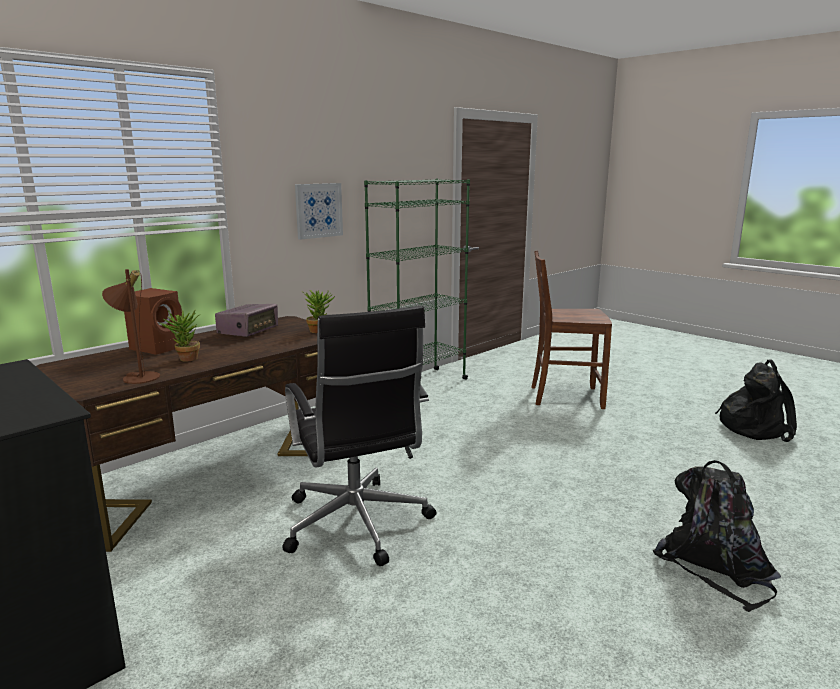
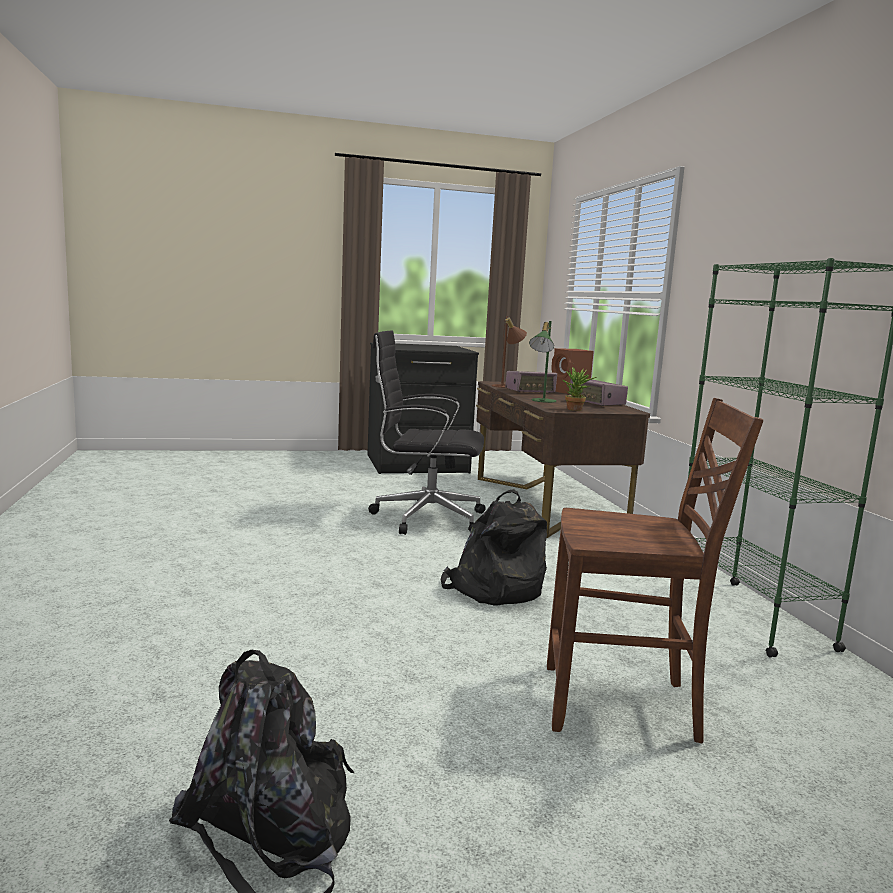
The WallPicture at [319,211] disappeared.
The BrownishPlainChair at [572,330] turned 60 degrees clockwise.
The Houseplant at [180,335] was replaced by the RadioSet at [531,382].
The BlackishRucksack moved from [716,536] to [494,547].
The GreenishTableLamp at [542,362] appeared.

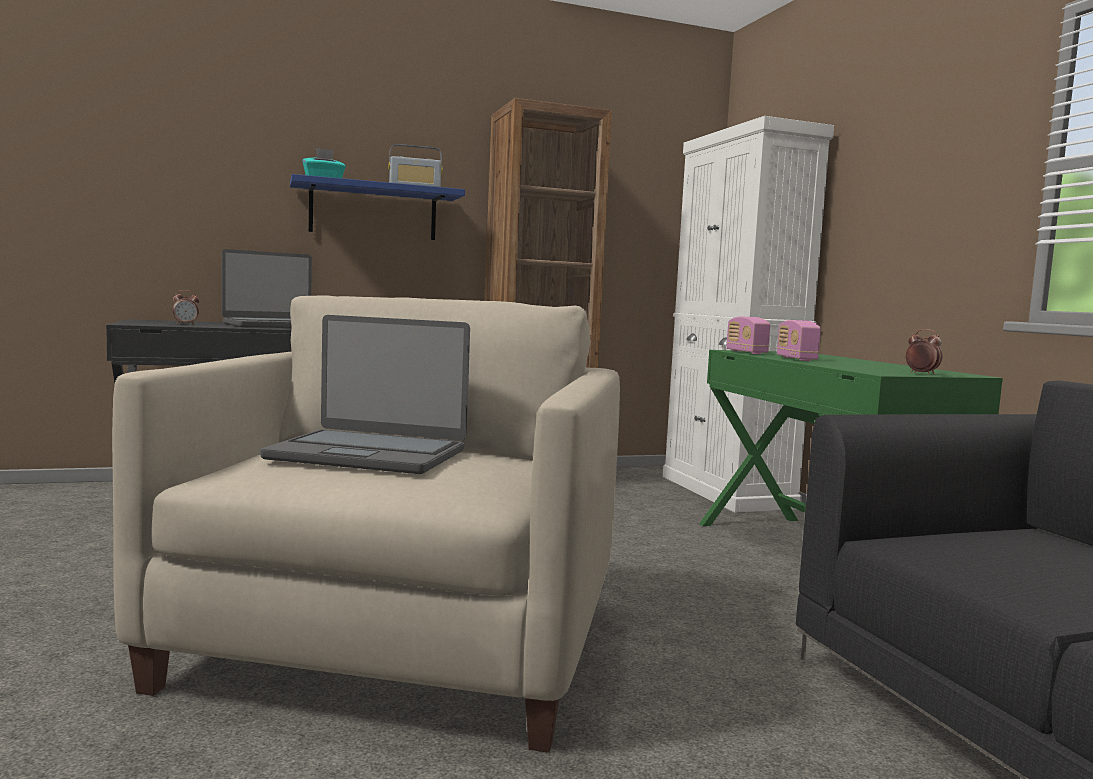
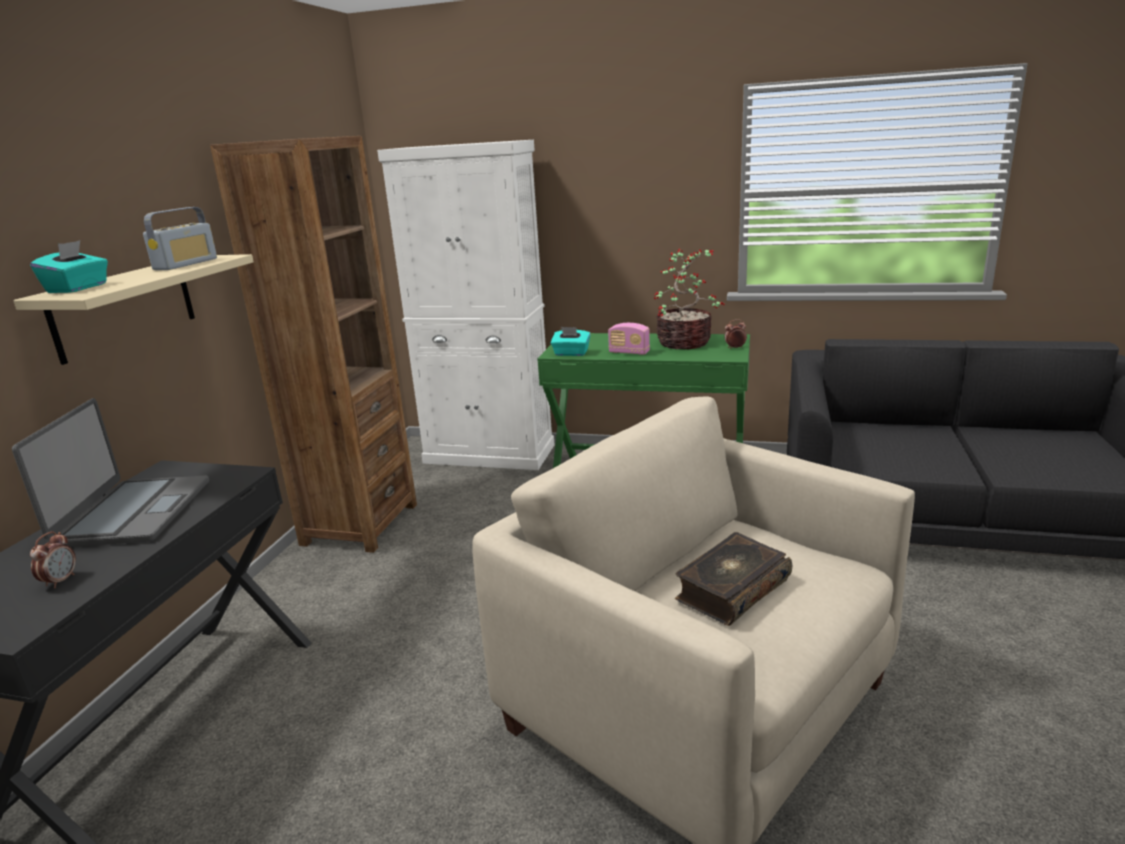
The BluishWallShelf at [377,207] became the SandColouredWallShelf at [133,309].
The PortableComputer at [365,394] was replaced by the Book at [733,579].
The RadioSet at [748,335] was replaced by the TurquoiseBoxOfTissues at [571,341].
The Houseplant at [689,299] appeared.

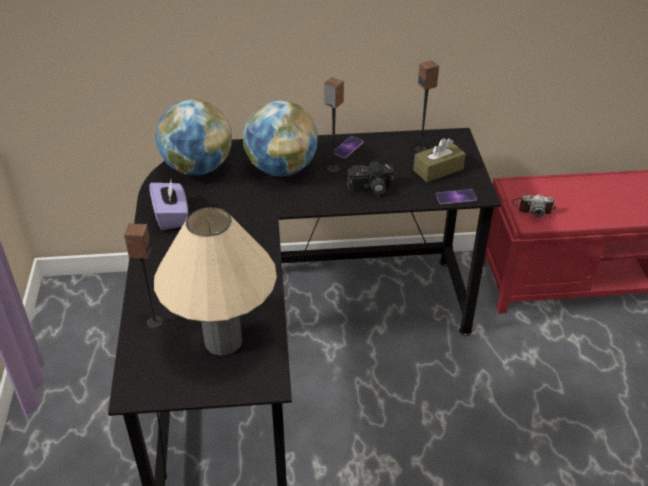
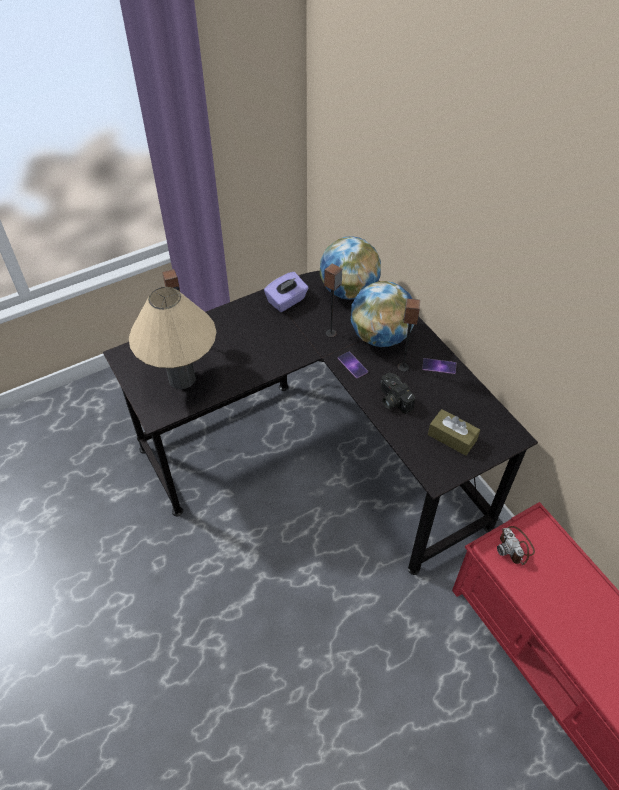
The Loudspeaker moved from [427,106] to [333,300].
The Phone moved from [456,196] to [353,364].

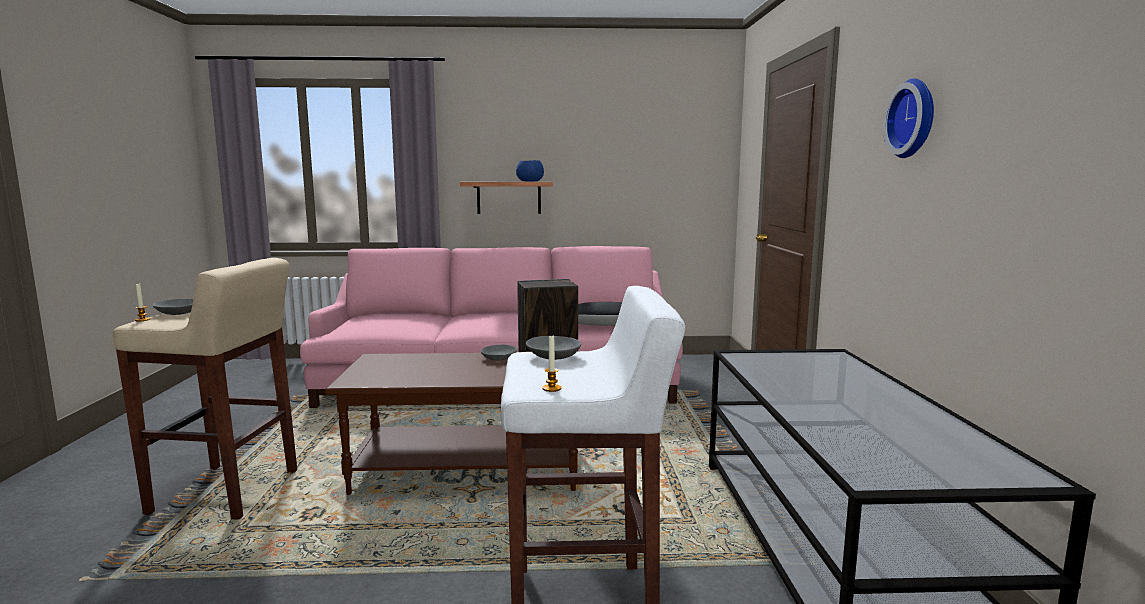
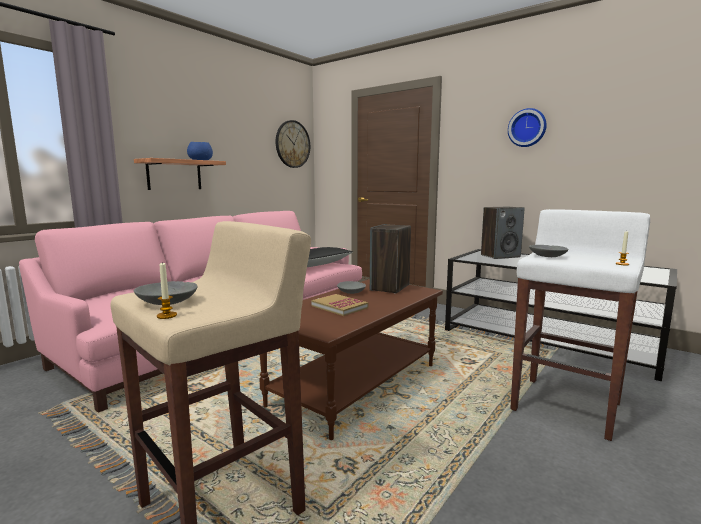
The WallClock at [293,144] appeared.
The Loudspeaker at [503,233] appeared.
The Book at [339,305] appeared.

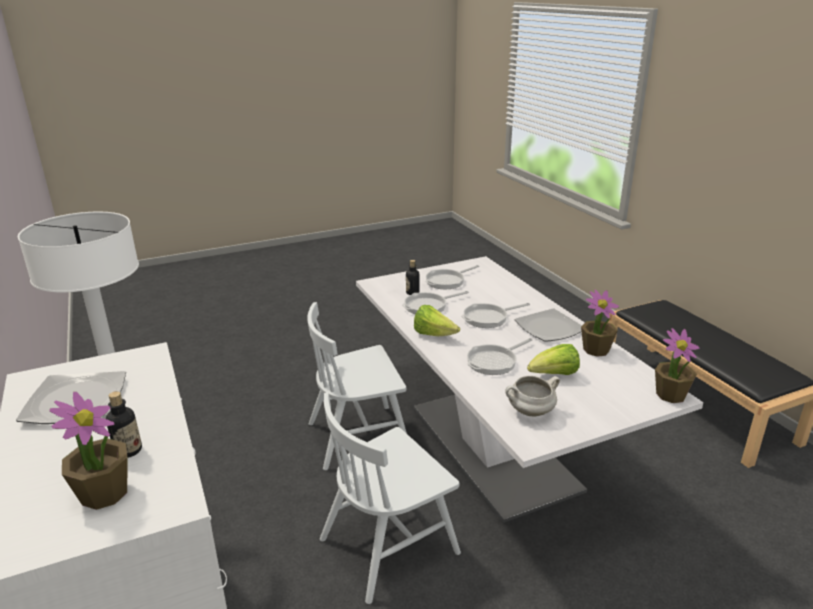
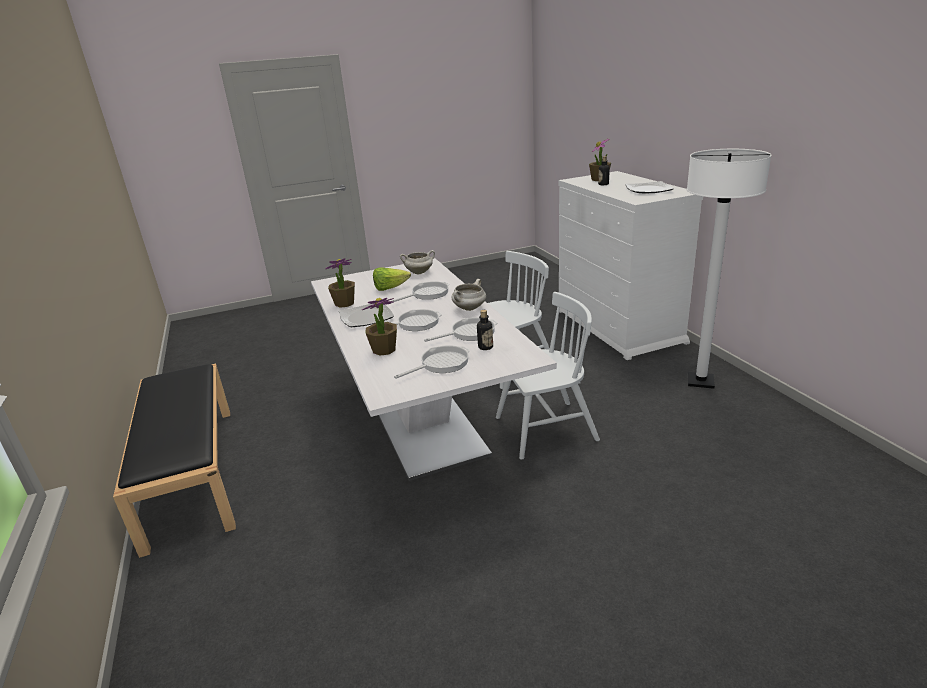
The HeadOfLettuce at [437,320] was replaced by the WhitishCookingPot at [469,295].
The Houseplant moved from [677,365] to [379,326].

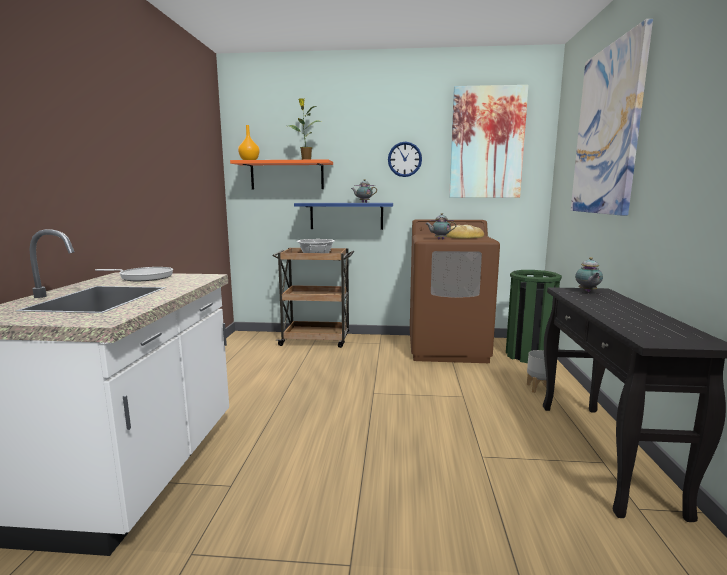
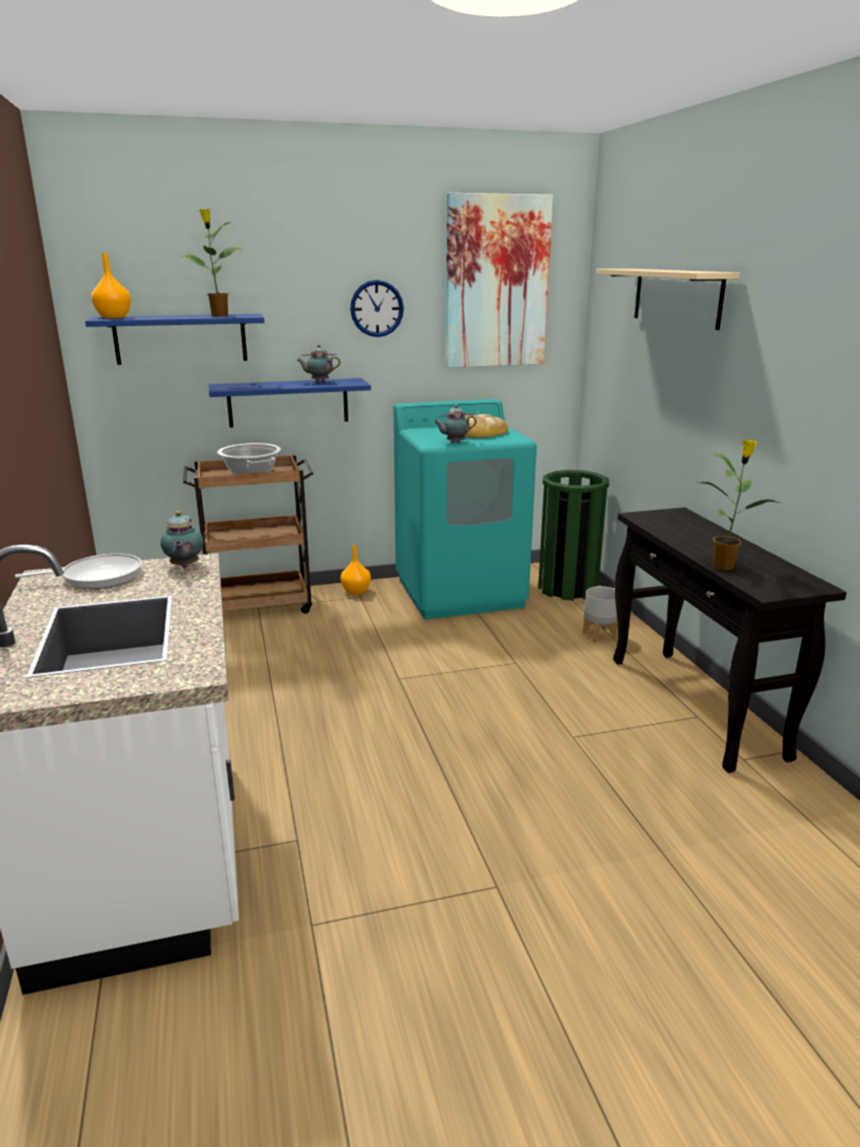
The WallPicture at [612,117] was replaced by the SandColouredWallShelf at [668,299].
The OrangeColouredWallShelf at [281,174] became the BluishWallShelf at [175,339].
The BrownishWashingMachine at [455,291] became the TurquoiseWashingMachine at [465,509].
The PotForTea moved from [589,274] to [182,539].
The Houseplant at [738,504] appeared.
The OrangeColouredFlowerVase at [355,570] appeared.

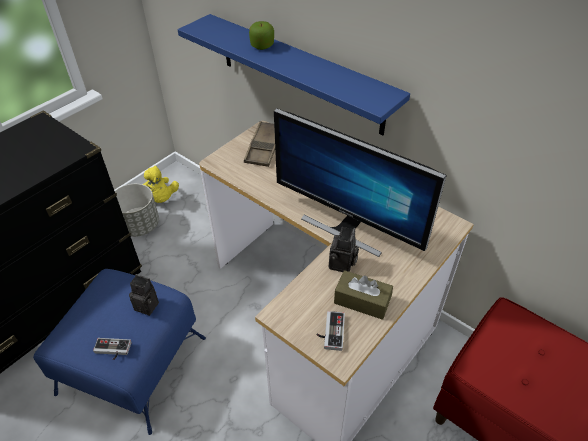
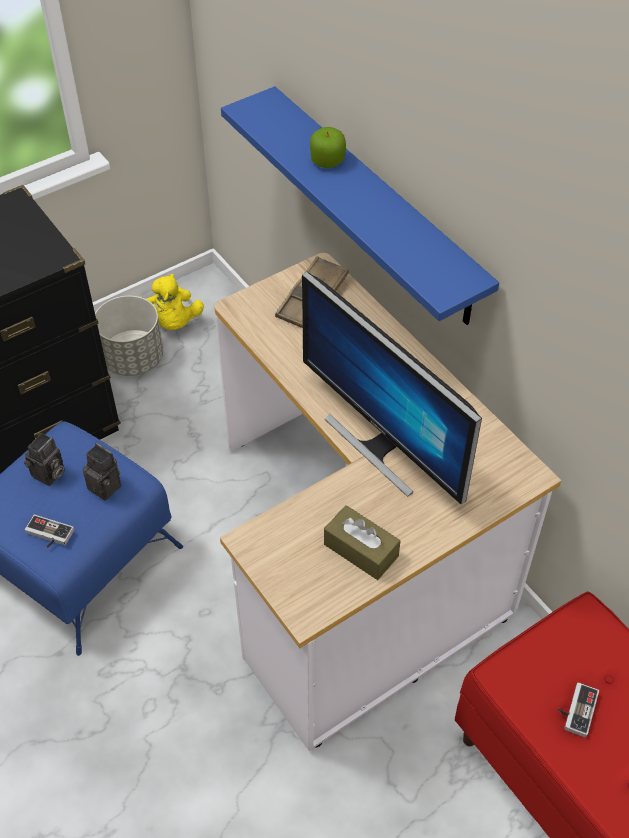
The StillCamera moved from [344,249] to [44,459].
The GameController moved from [330,331] to [578,709].

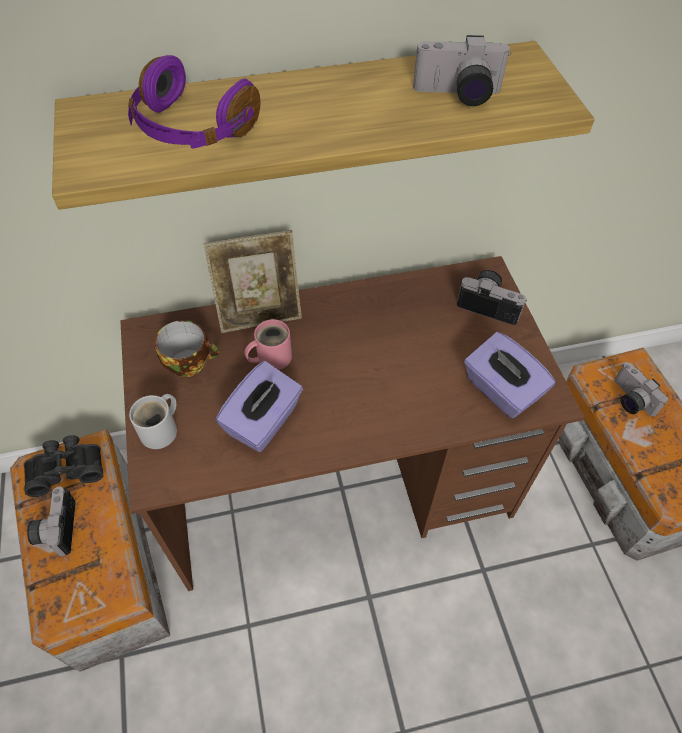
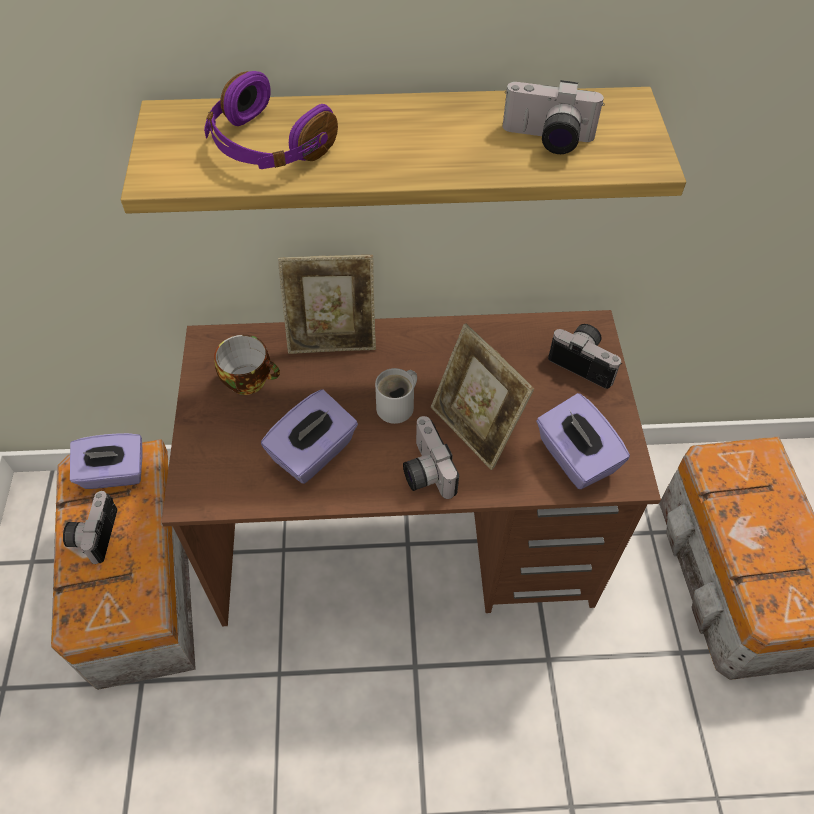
The PinkTeaMug at [268,344] disappeared.
The StillCamera moved from [641,389] to [431,457].
The WhitishTeaMug moved from [153,421] to [396,396].
The BlackishBinoculars at [63,466] was replaced by the PurpleBoxOfTissues at [106,461].
The PictureFrame at [483,396] appeared.

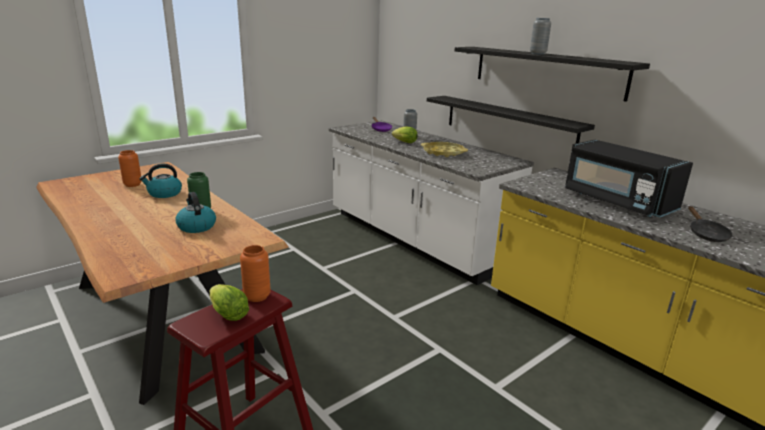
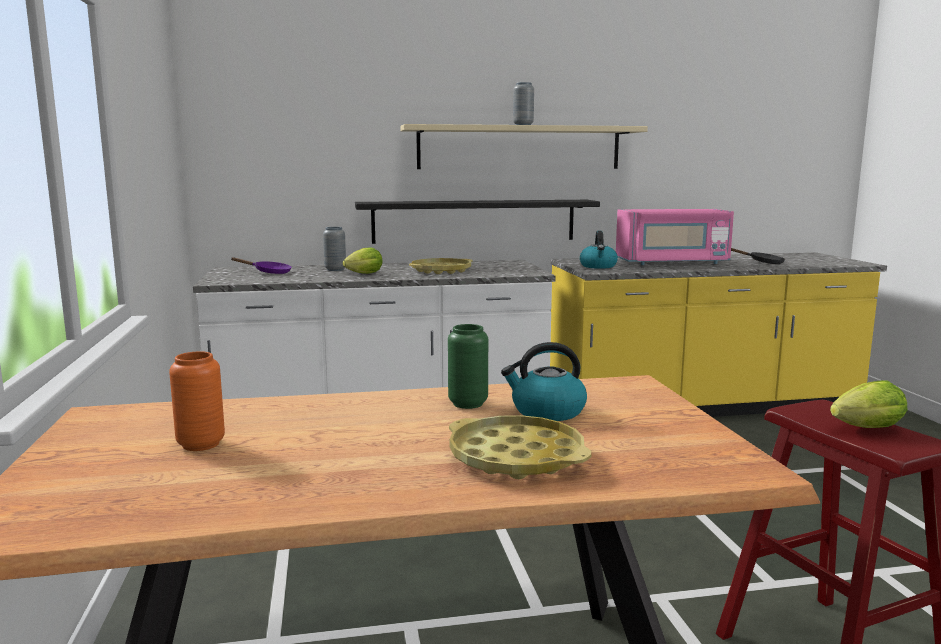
The BlackishWallShelf at [552,74] became the SandColouredWallShelf at [524,146].
The BlackishKitchenMicrowave at [629,179] became the PinkKitchenMicrowave at [675,237].
The TeaKettle moved from [160,180] to [599,250].
The OrangeColouredFlowerVase at [255,273] disappeared.
The YellowishServingTray at [520,447] appeared.

